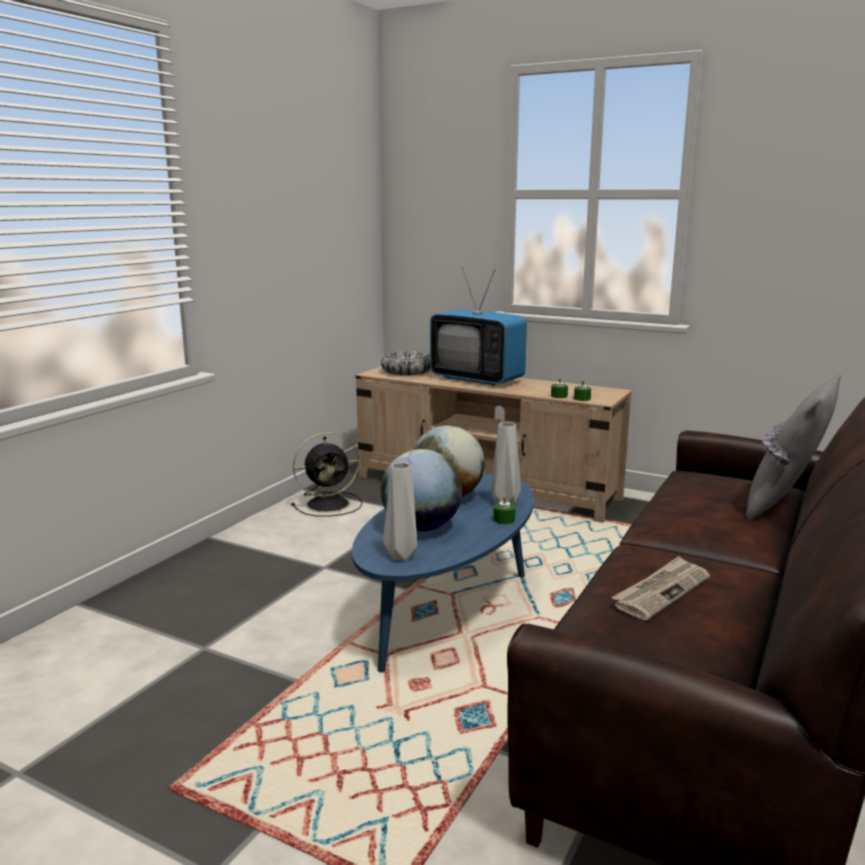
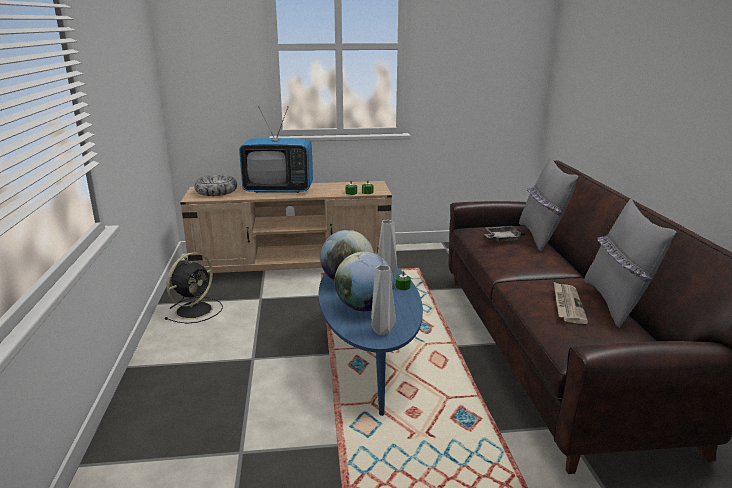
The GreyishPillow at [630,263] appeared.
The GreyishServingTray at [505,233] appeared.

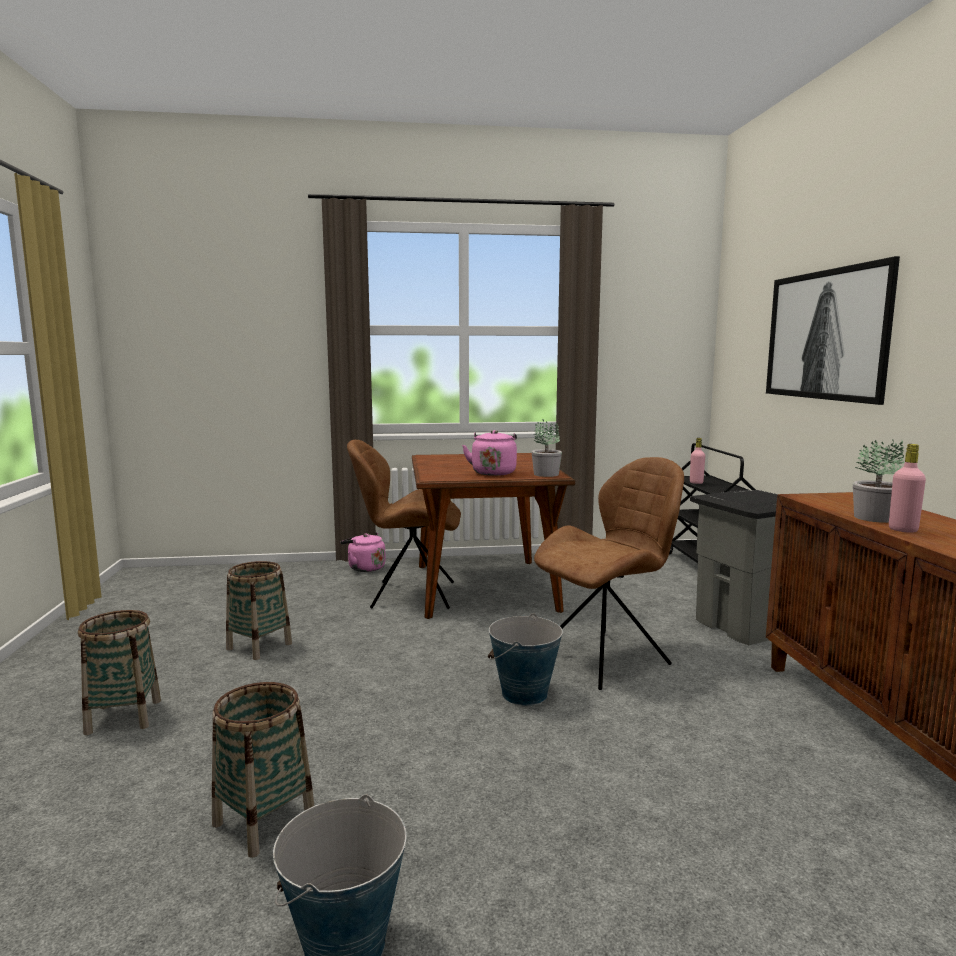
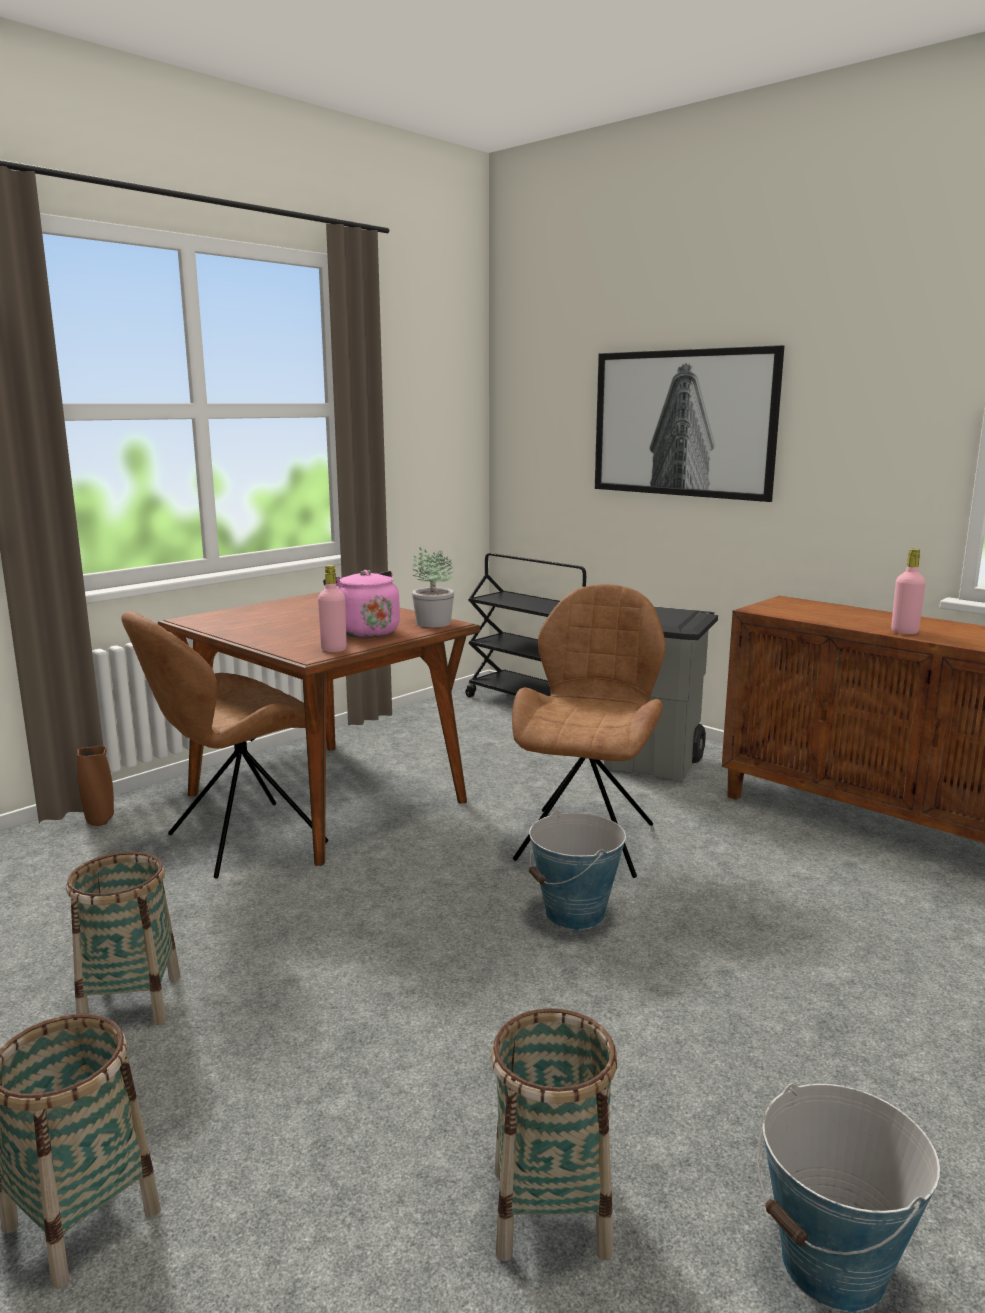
The PinkDrinkBottle moved from [697,461] to [332,608].
The Houseplant at [878,481] disappeared.
The PinkTeaKettle at [363,552] was replaced by the BrownishFlowerVase at [95,786].

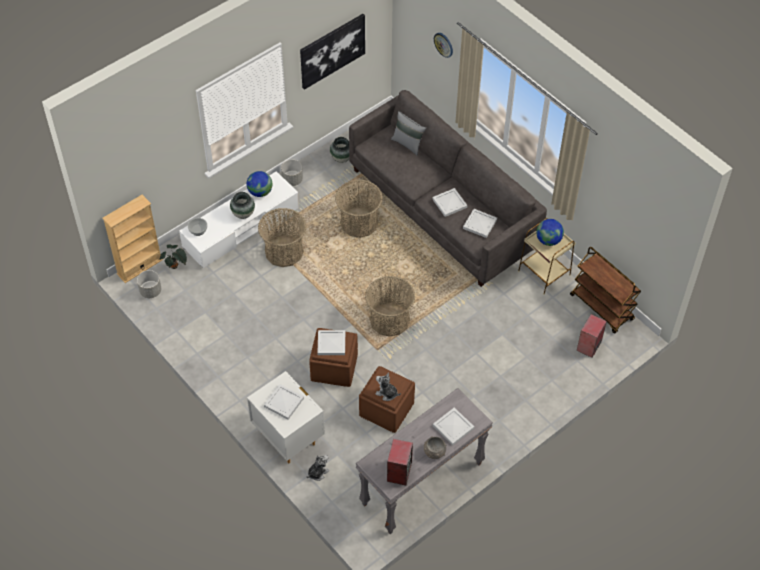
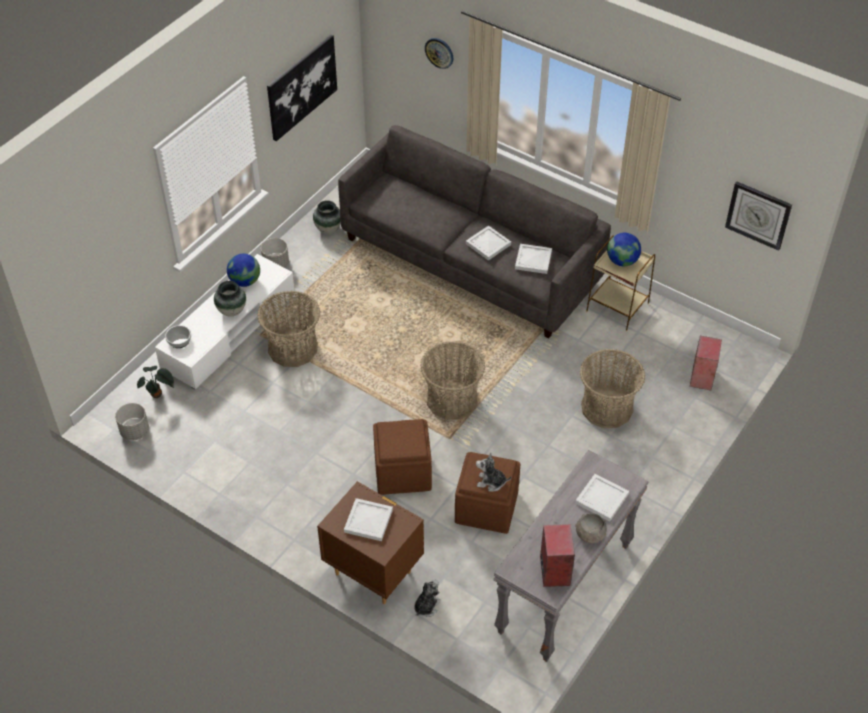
The GreyishPillow at [408,133] disappeared.
The StorageBasket moved from [359,209] to [612,388].
The SandColouredShelvingUnit at [132,239] disappeared.
The BrownishWheeledCart at [605,290] disappeared.
The WhitishServingTray at [331,342] disappeared.
The WhitishNightTable at [286,417] became the BrownishNightTable at [370,542].
The WallClock at [758,216] appeared.

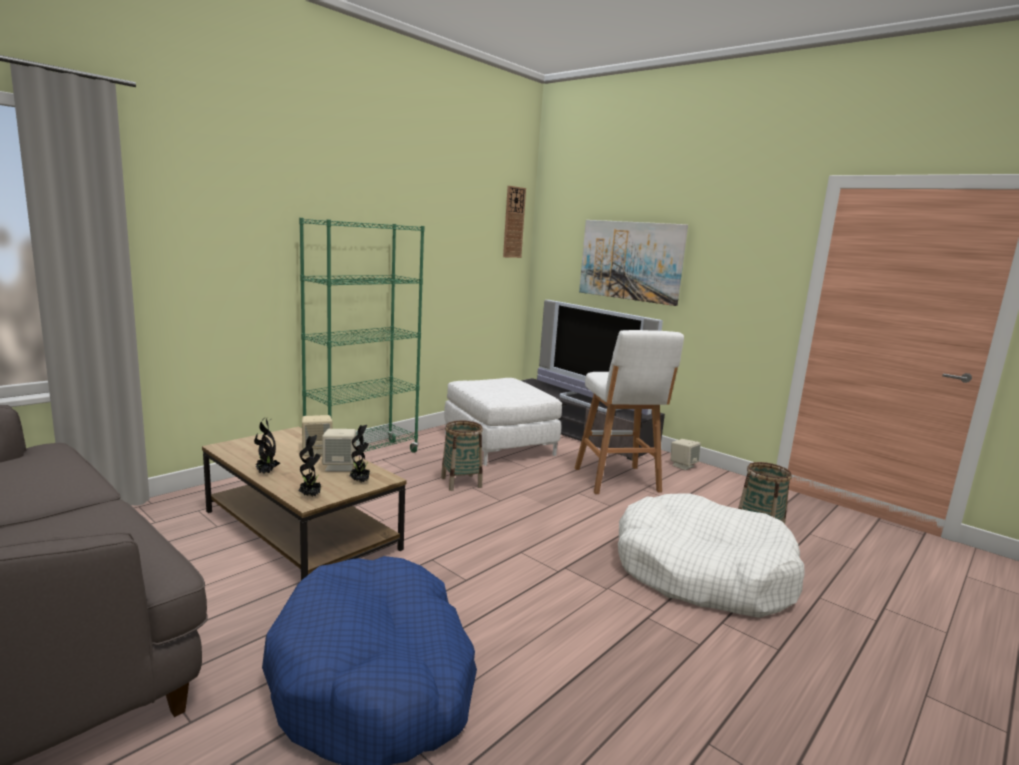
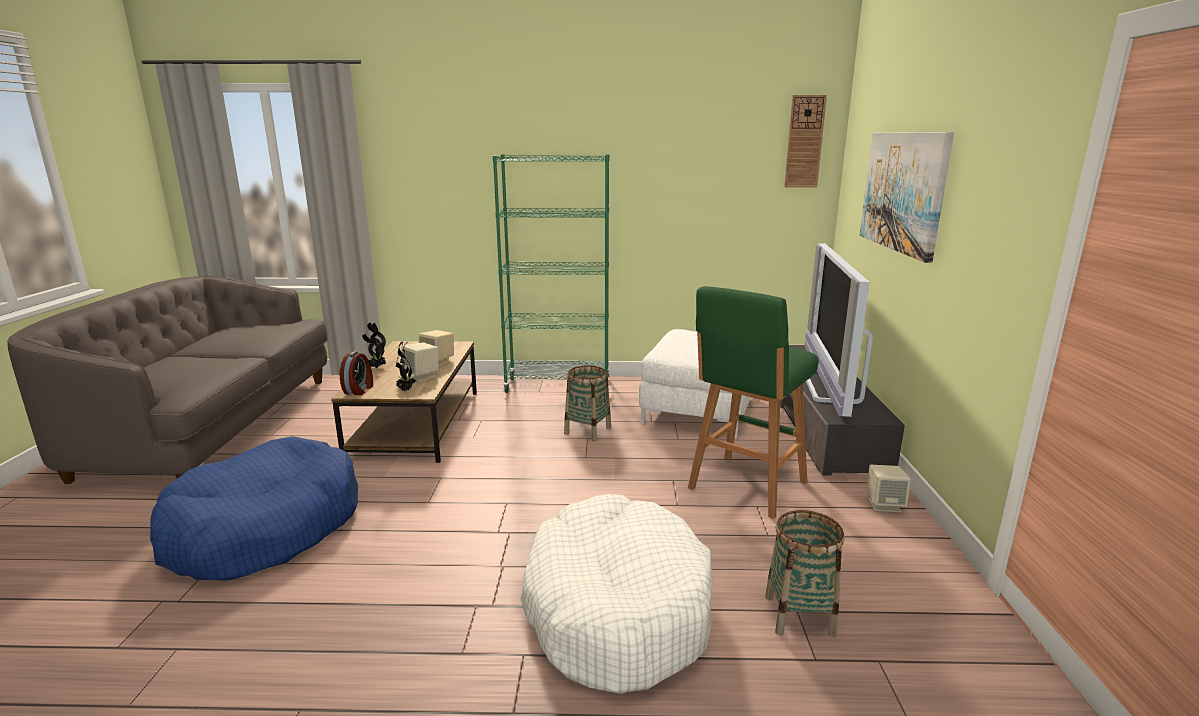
The WhitishStoolSeat at [629,412] became the GreenishStoolSeat at [753,402].
The Houseplant at [311,466] was replaced by the BedsideClock at [356,373].

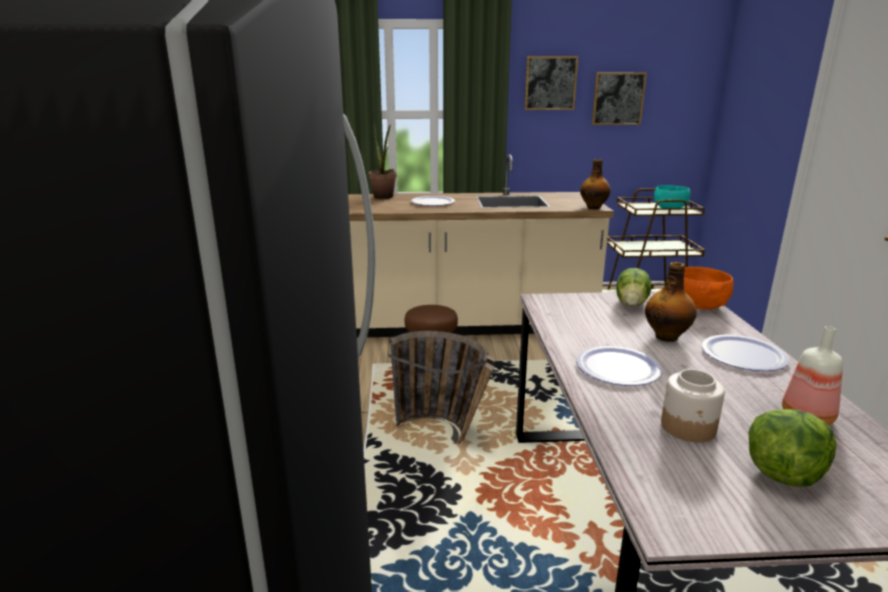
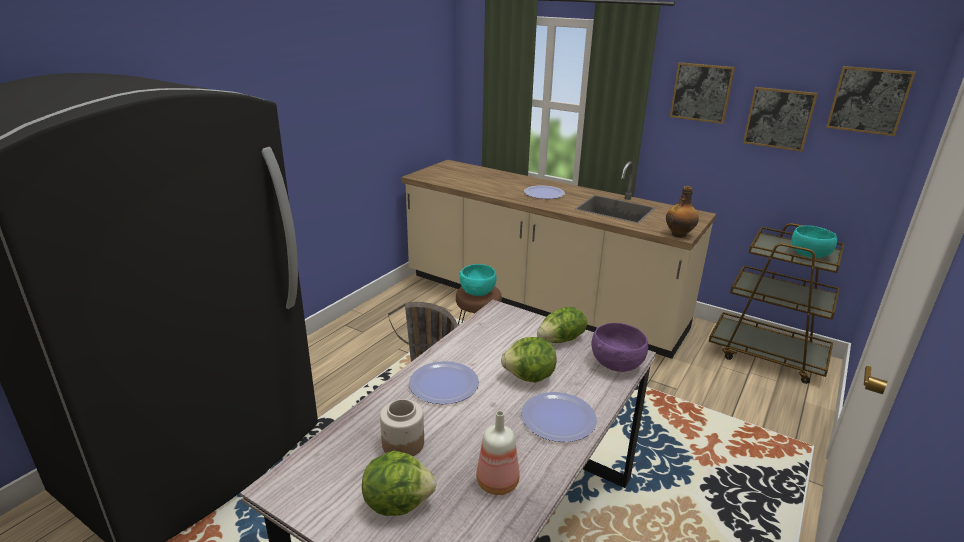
The Houseplant at [383,161] disappeared.
The DrinkBottle at [671,302] was replaced by the HeadOfLettuce at [529,360].
The OrangeColouredDeepDish at [708,288] became the PurpleDeepDish at [619,347].
The WallPicture at [871,101] appeared.
The TurquoiseDeepDish at [478,280] appeared.

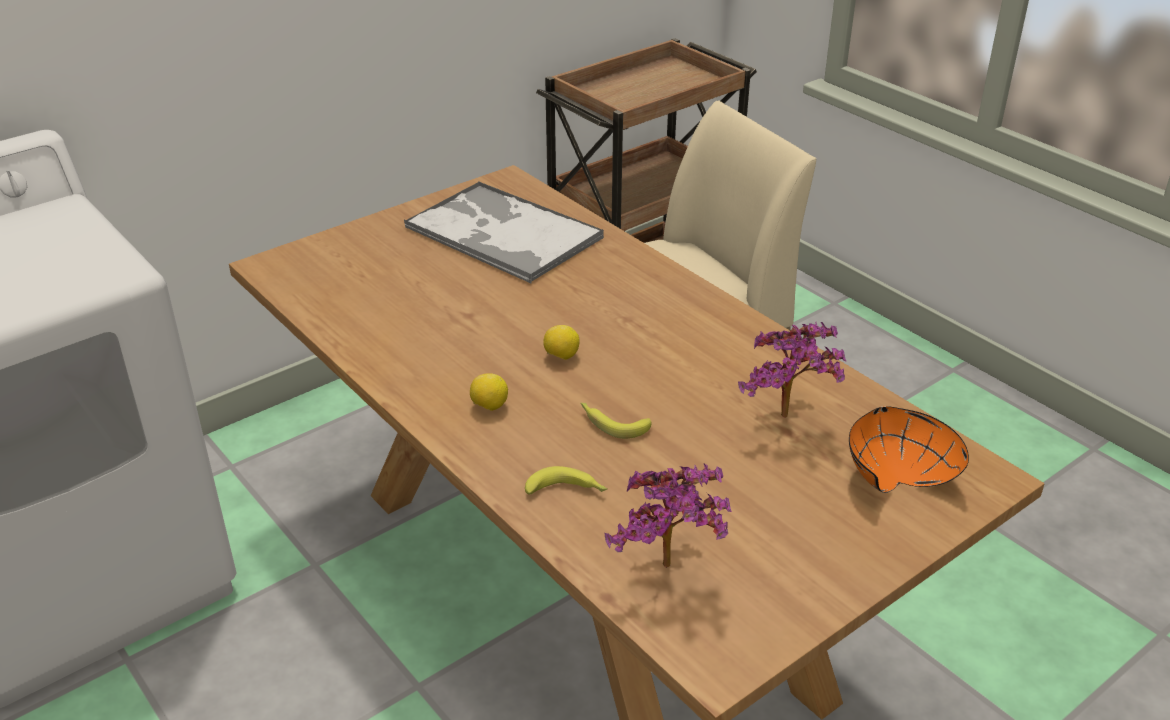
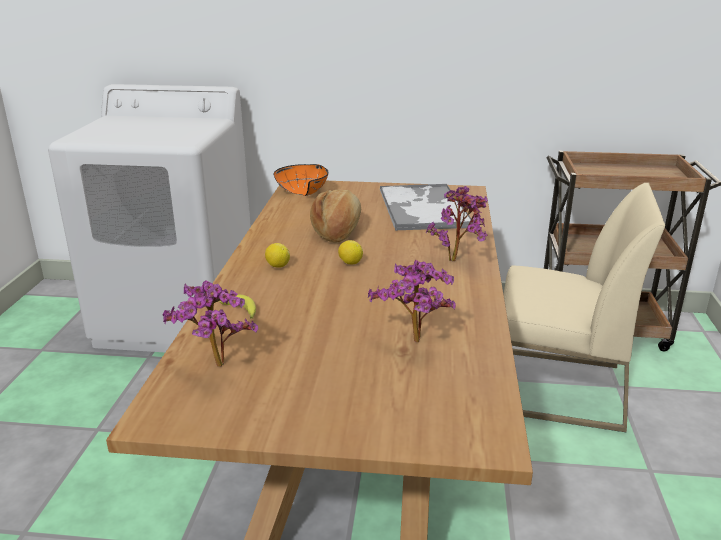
The Banana at [615,421] disappeared.
The OrangeColouredDeepDish moved from [909,449] to [301,180].
The Houseplant at [457,223] appeared.
The BakedBread at [335,216] appeared.

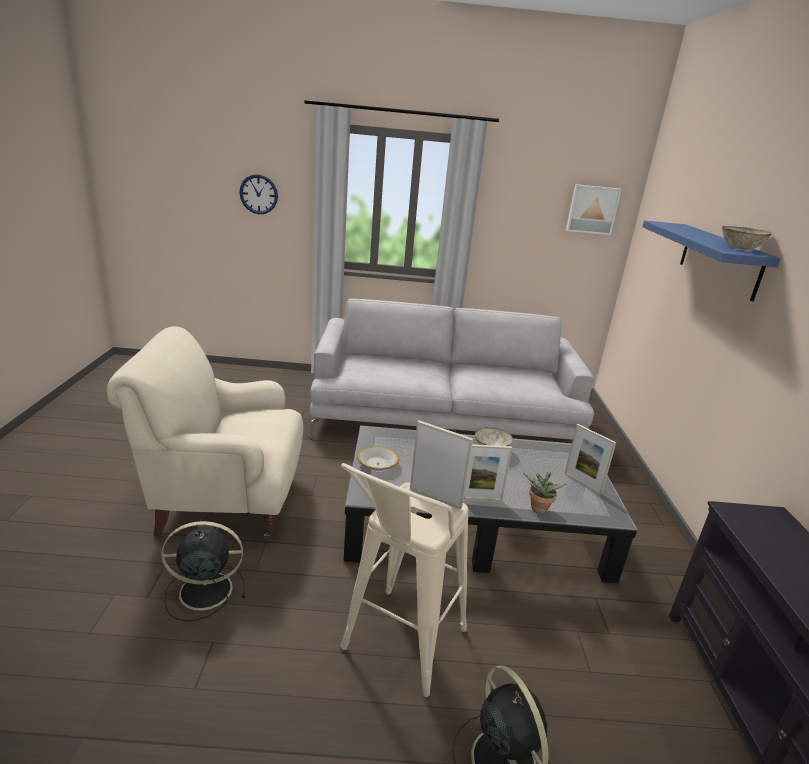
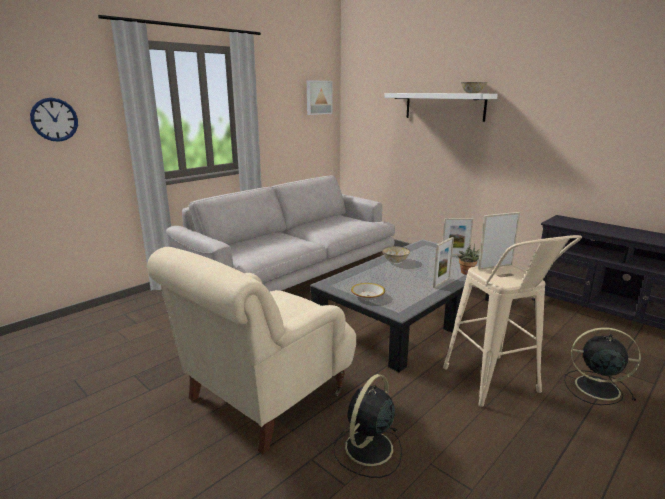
The BluishWallShelf at [712,261] became the WhitishWallShelf at [441,107].

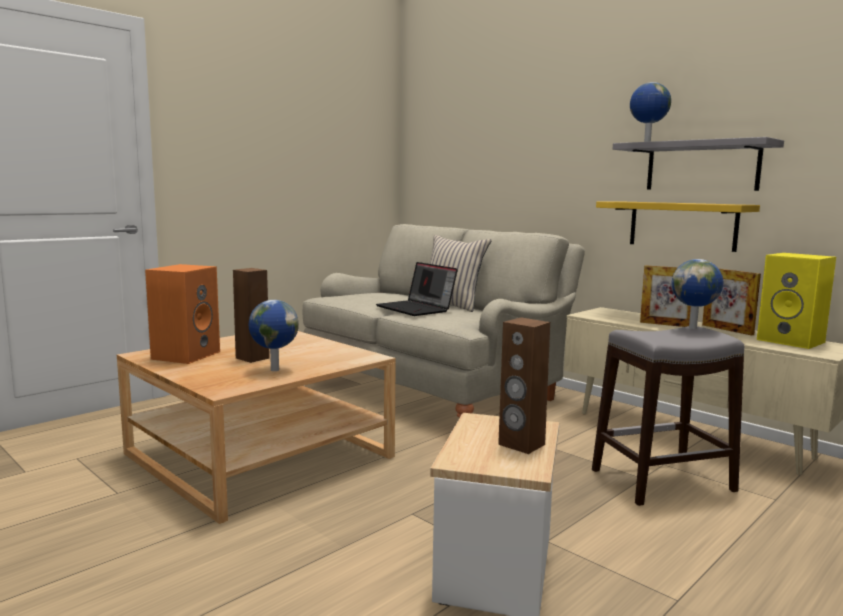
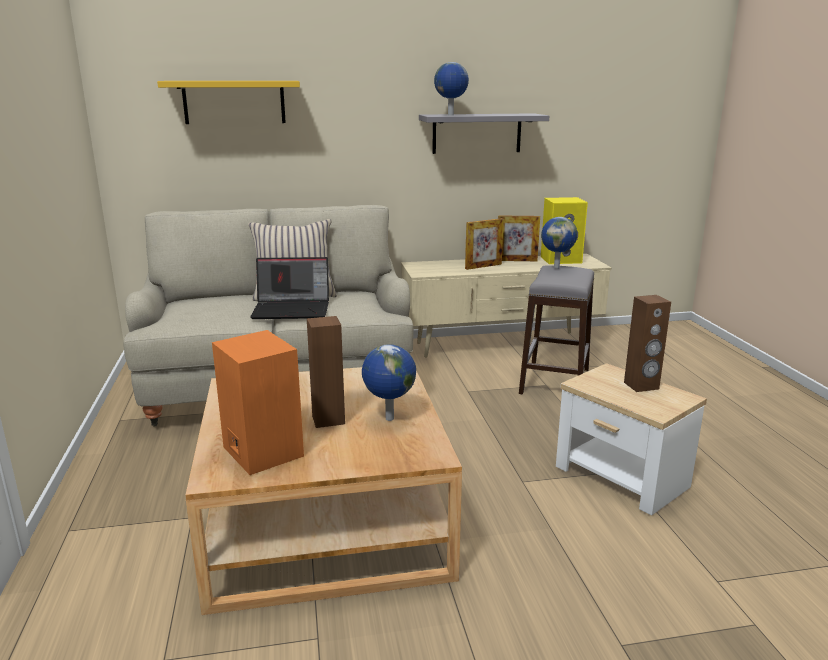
The YellowishWallShelf moved from [678,226] to [228,102].

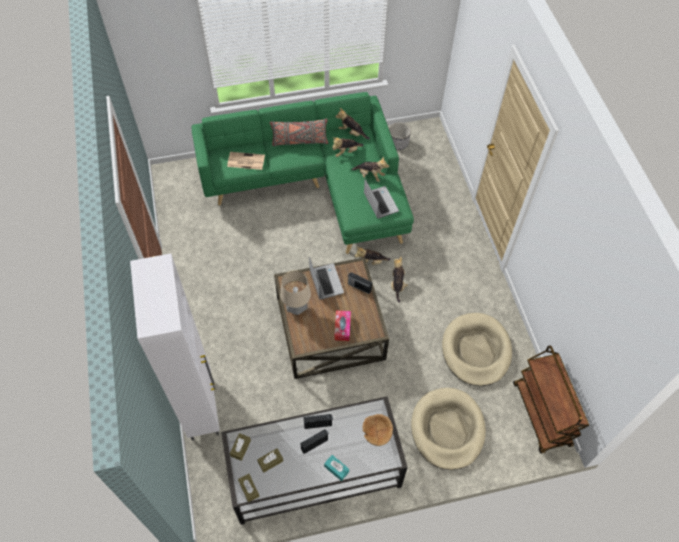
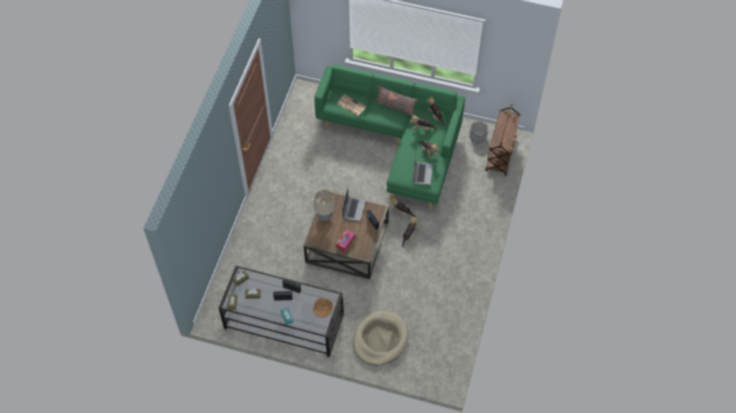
The WhitishCabinet at [175,347] disappeared.
The SandColouredPetBed at [477,349] disappeared.
The BrownishWheeledCart moved from [551,399] to [502,139].

